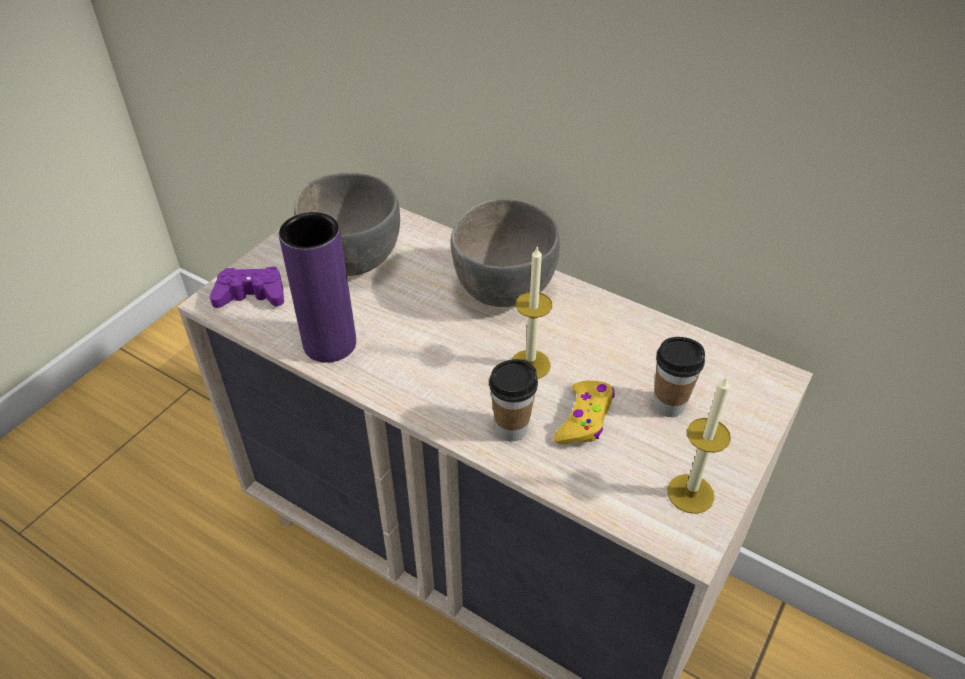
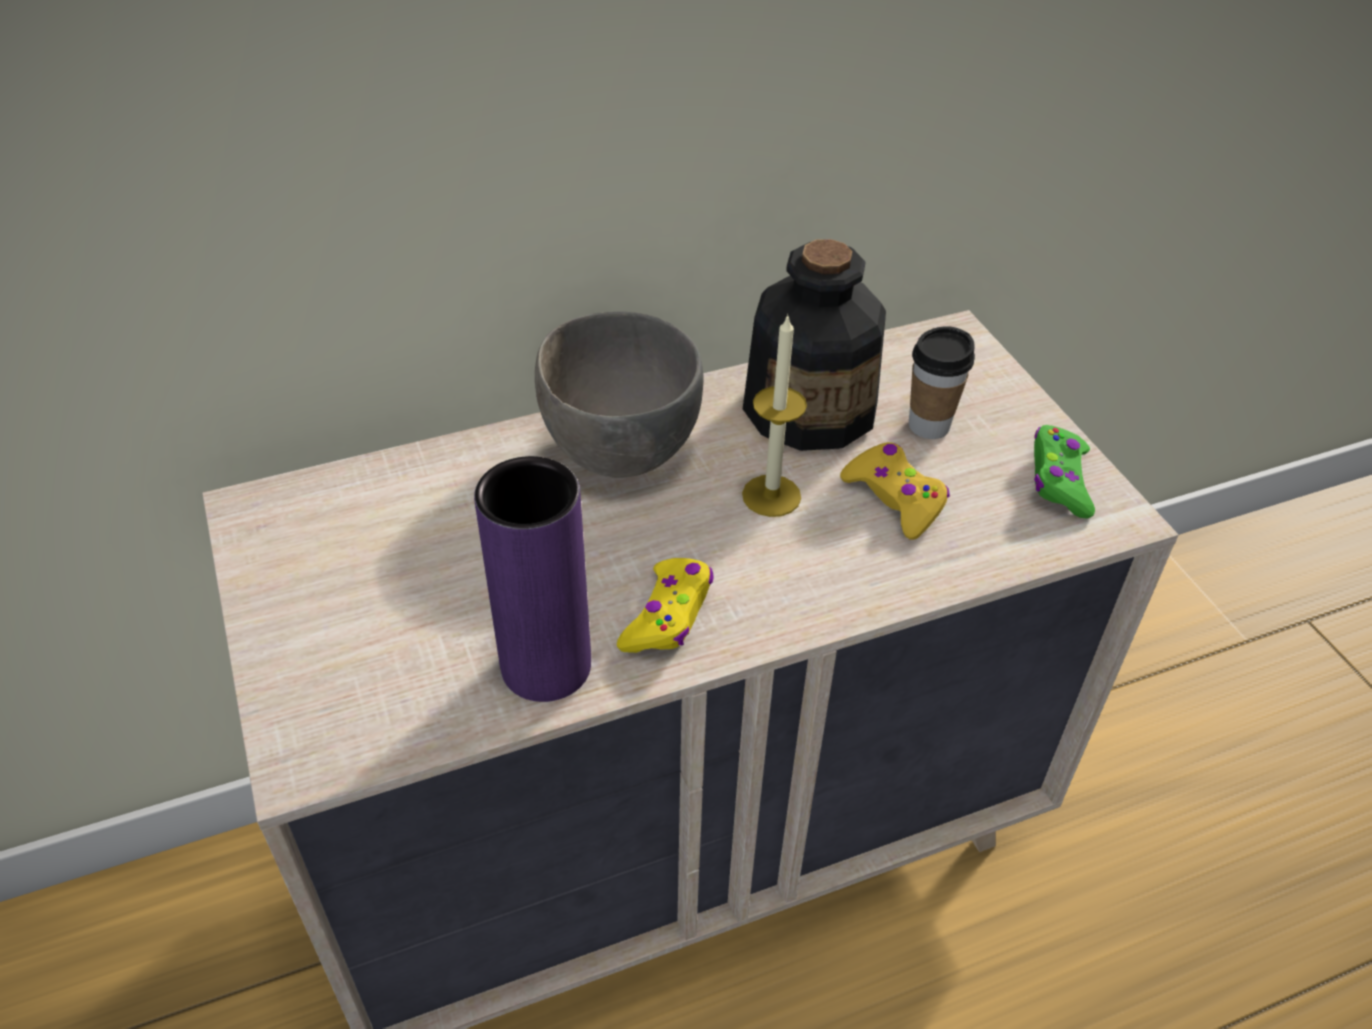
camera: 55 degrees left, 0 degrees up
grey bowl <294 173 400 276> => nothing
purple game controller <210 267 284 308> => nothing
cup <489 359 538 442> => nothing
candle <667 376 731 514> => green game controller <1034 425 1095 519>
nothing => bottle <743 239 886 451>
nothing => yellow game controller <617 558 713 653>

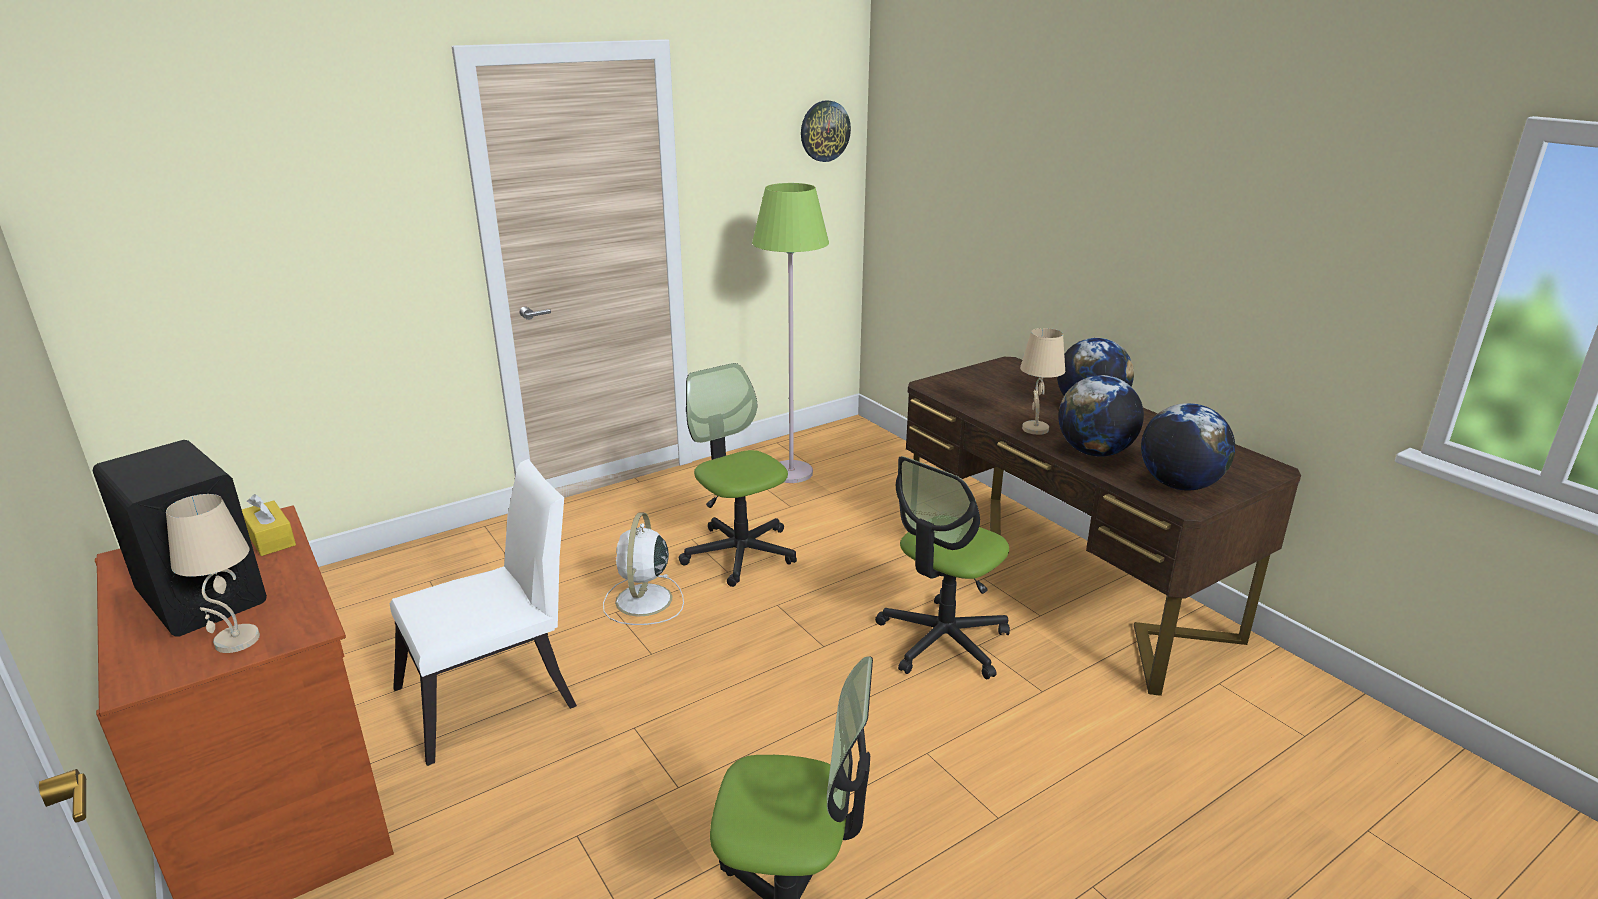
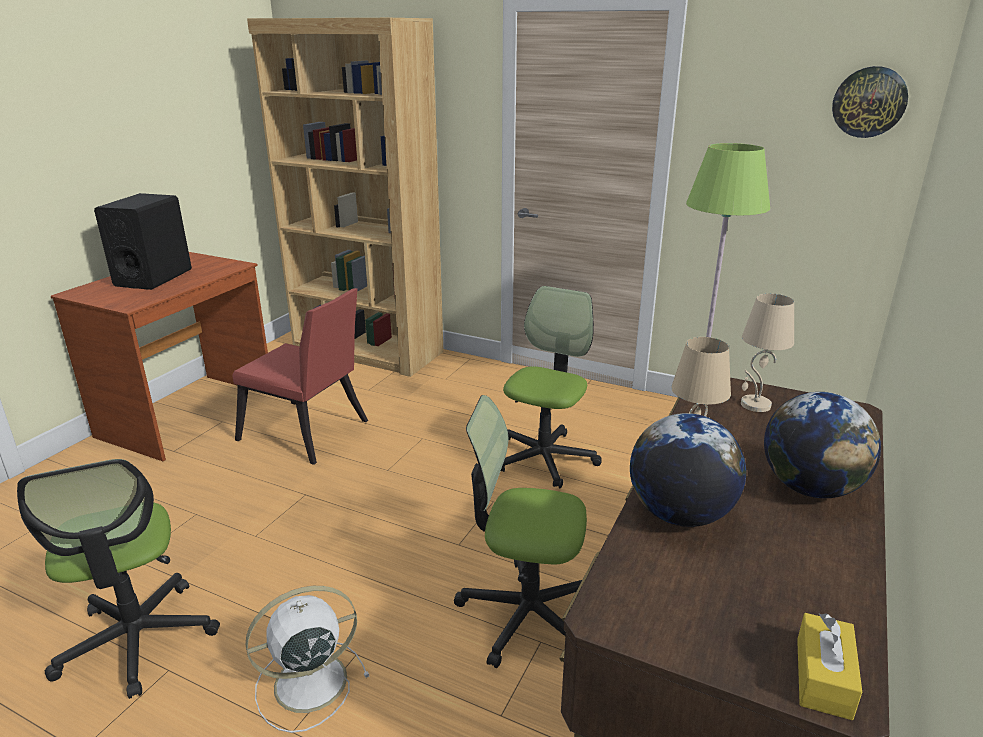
camera: 60 degrees right, 0 degrees up
globe <1141 403 1235 491> => nothing
white chair <390 459 577 766> => red chair <232 288 368 465>
beige table lamp <166 494 260 653> => beige table lamp <741 293 794 412>, relocated
yellow tissue box <242 494 296 556> => yellow tissue box <797 613 862 720>, relocated
white fan <603 512 684 625> => white fan <246 586 370 733>, relocated
nothing => brown bookcase <247 18 444 377>

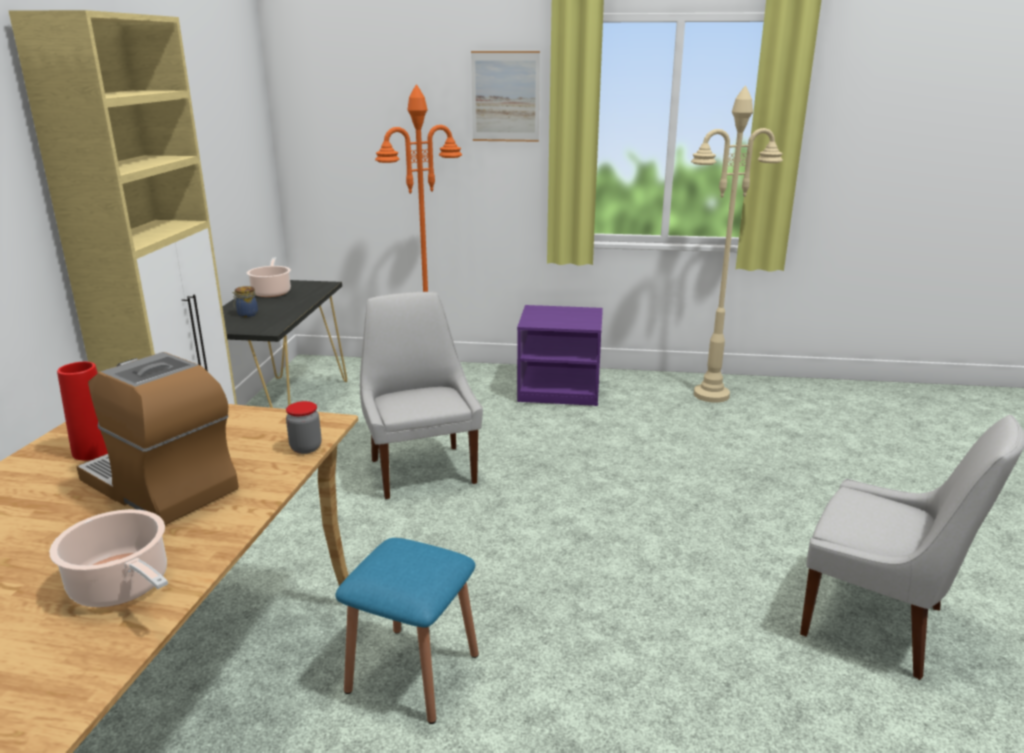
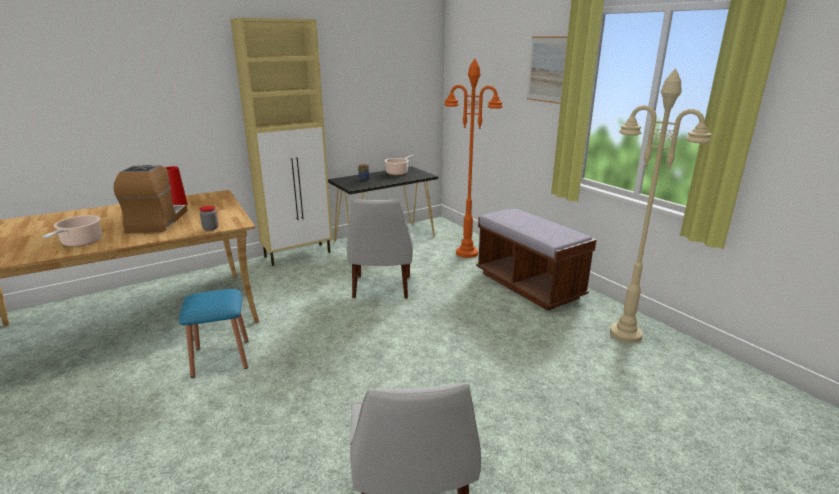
camera: 50 degrees right, 0 degrees up
white chair <360 292 483 499> => white chair <347 199 414 299>, 150 degrees clockwise
purple nightstand <517 305 603 406> => brown bench <476 209 596 311>

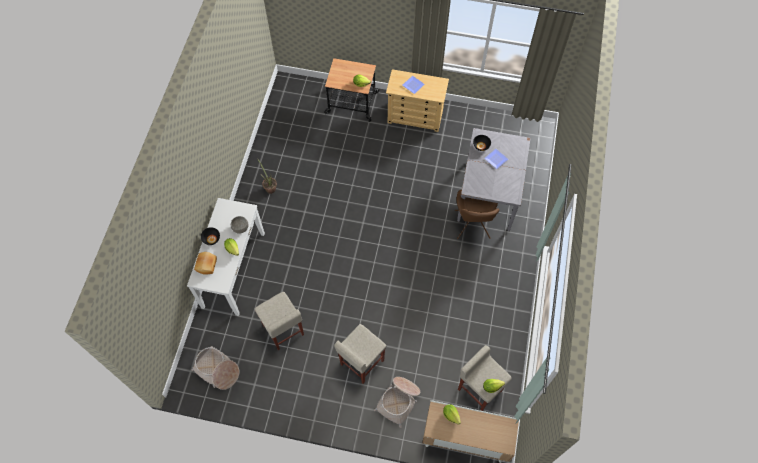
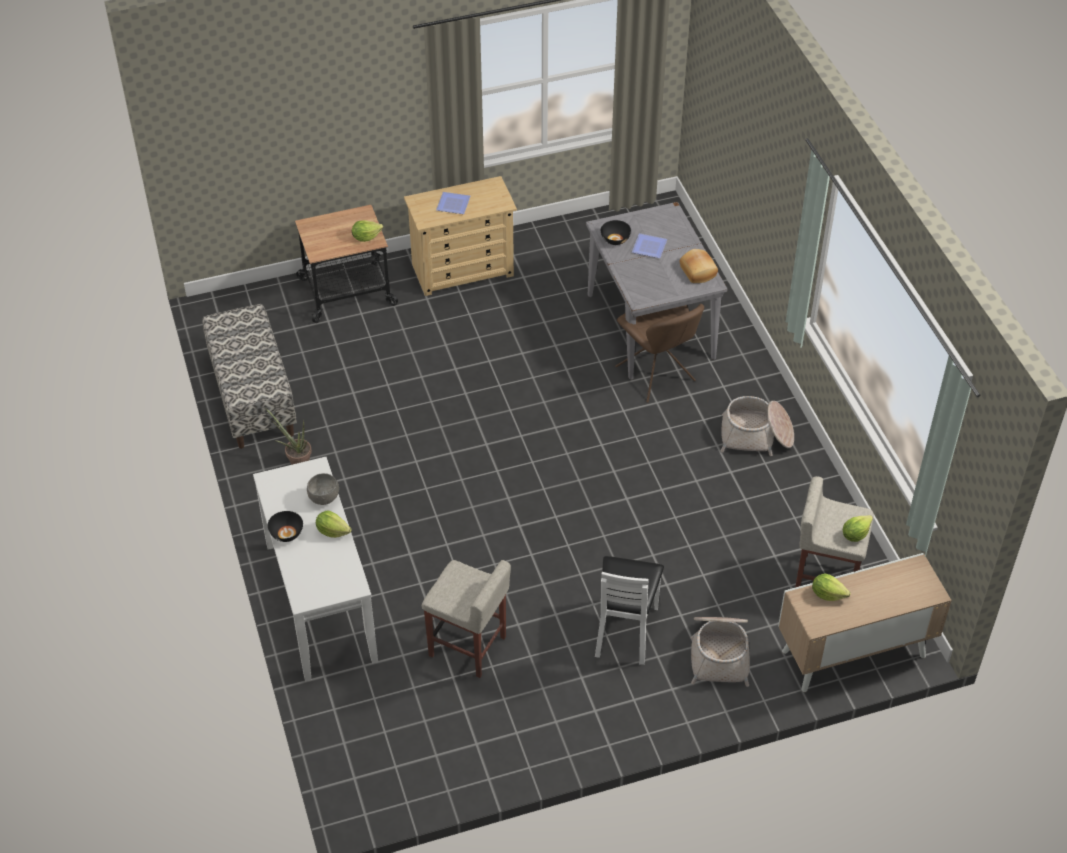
camera: 30 degrees left, 15 degrees down
bread <194 252 217 275> => bread <680 249 718 283>, relocated
beige stool <334 324 386 384> => white chair <595 556 664 665>
basket <192 346 240 390> => basket <721 396 794 456>, relocated
nothing => bench <202 304 297 449>

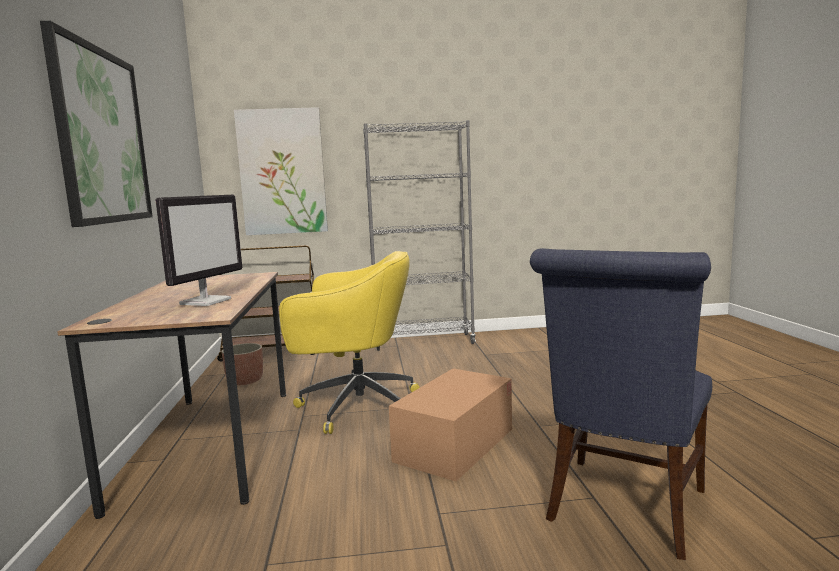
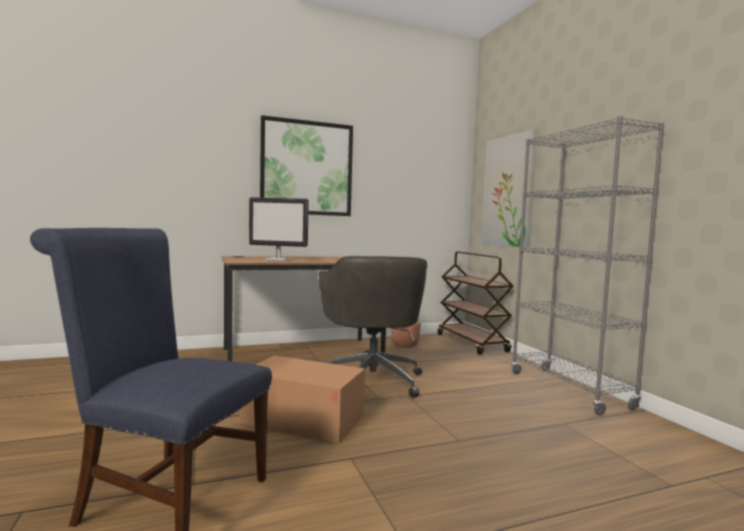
camera: 75 degrees right, 5 degrees down
yellow office chair <279 251 420 434> => grey office chair <319 256 427 398>

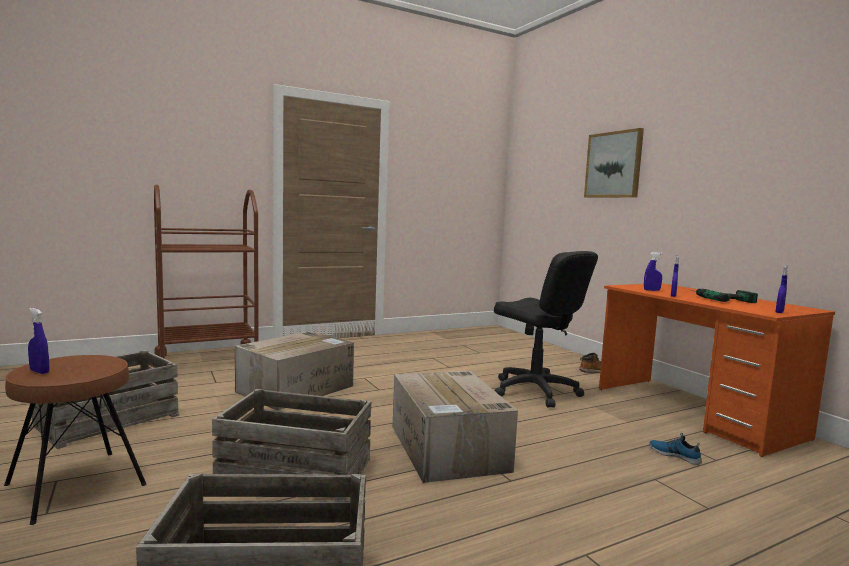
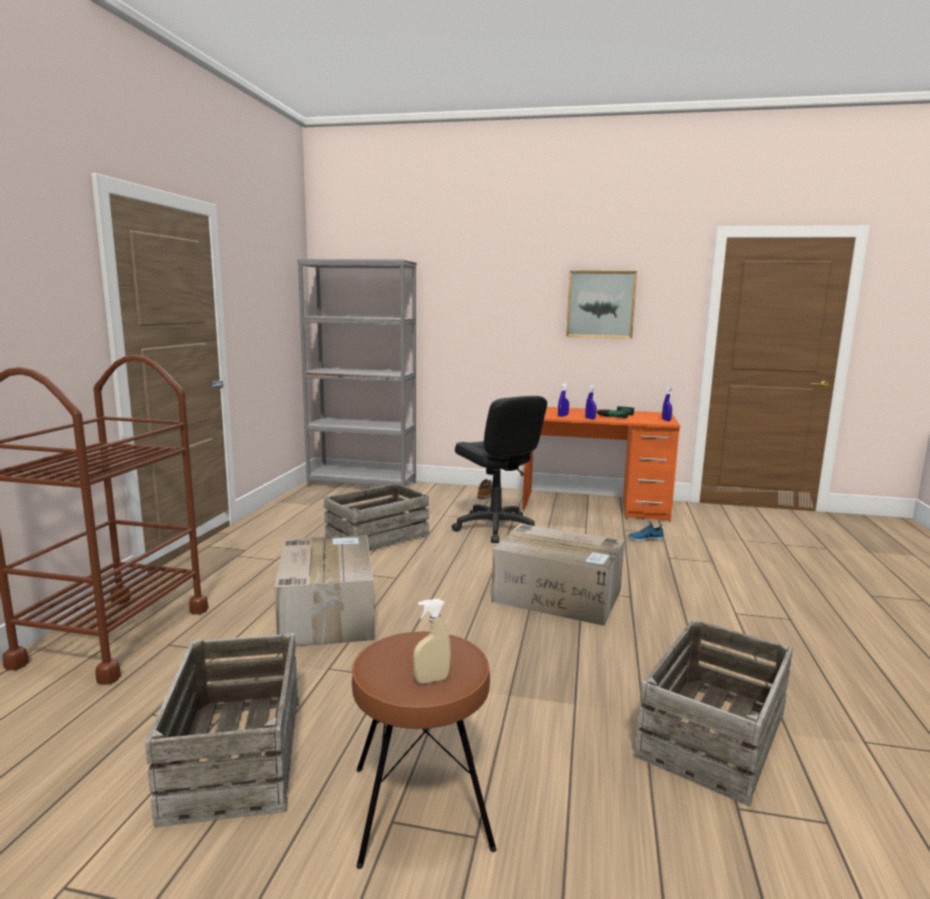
camera: 50 degrees left, 5 degrees up
picture <584 128 644 198> => picture <566 271 637 339>, relocated
black office chair <494 251 598 408> => black office chair <452 396 547 543>, 60 degrees clockwise
blue spray bottle <28 308 49 374> => beige spray bottle <413 599 451 684>
crate <212 389 371 500> => crate <324 483 429 551>, relocated
nothing => grey bookcase <297 259 417 486>

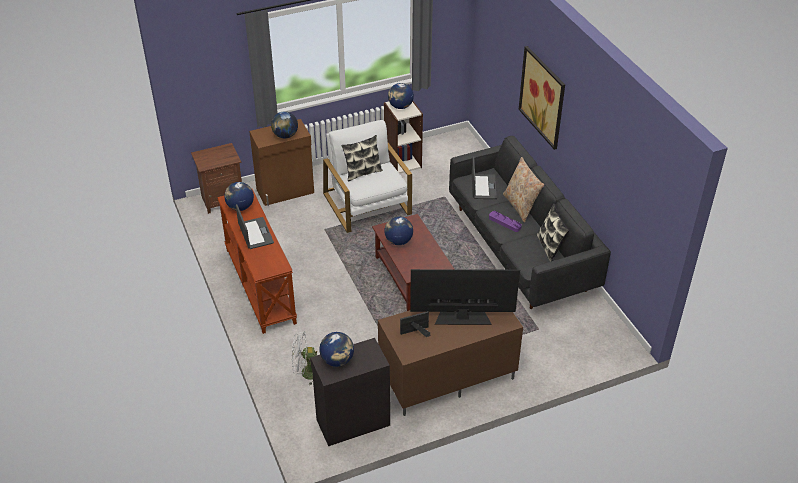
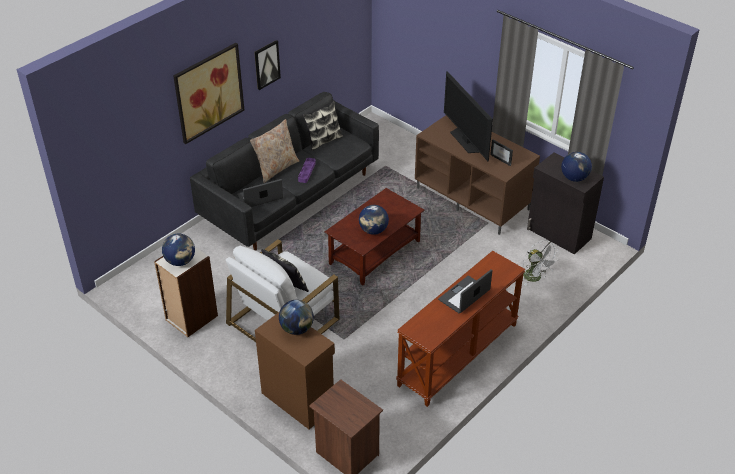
camera: 115 degrees left, 0 degrees up
globe <224 182 254 211> => nothing
nothing => picture <254 40 281 90>

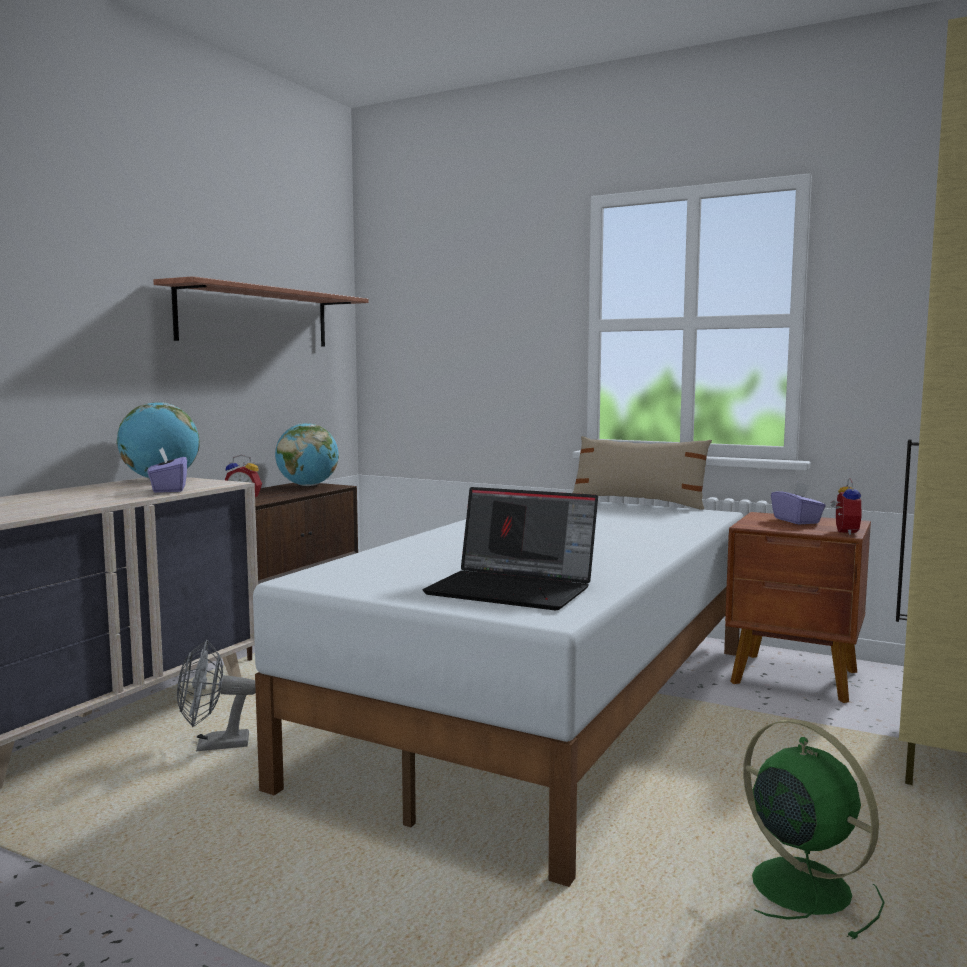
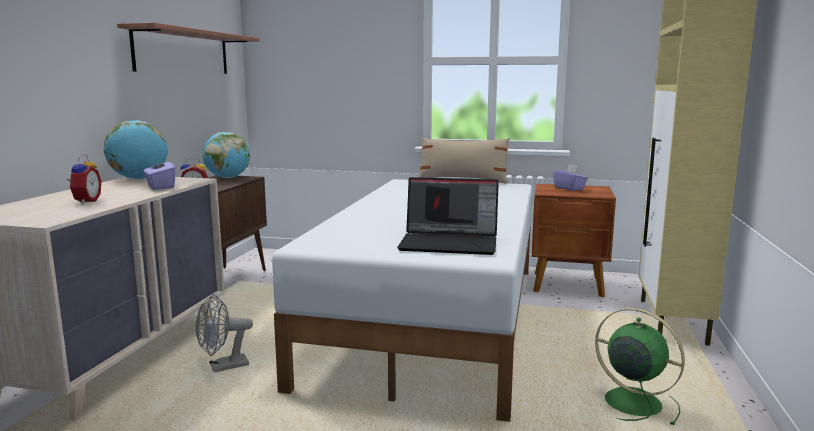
camera: 15 degrees left, 5 degrees up
alarm clock <830 478 862 535> => alarm clock <67 154 101 204>, relocated

